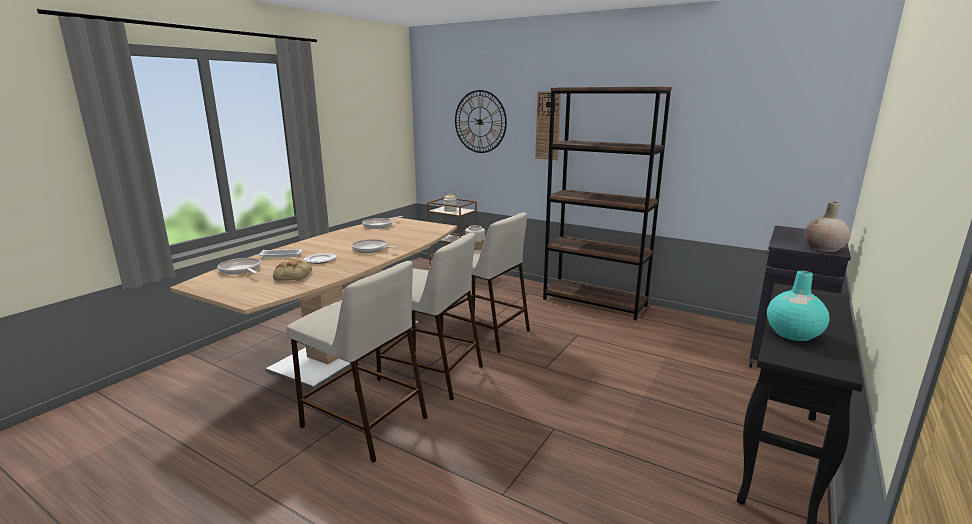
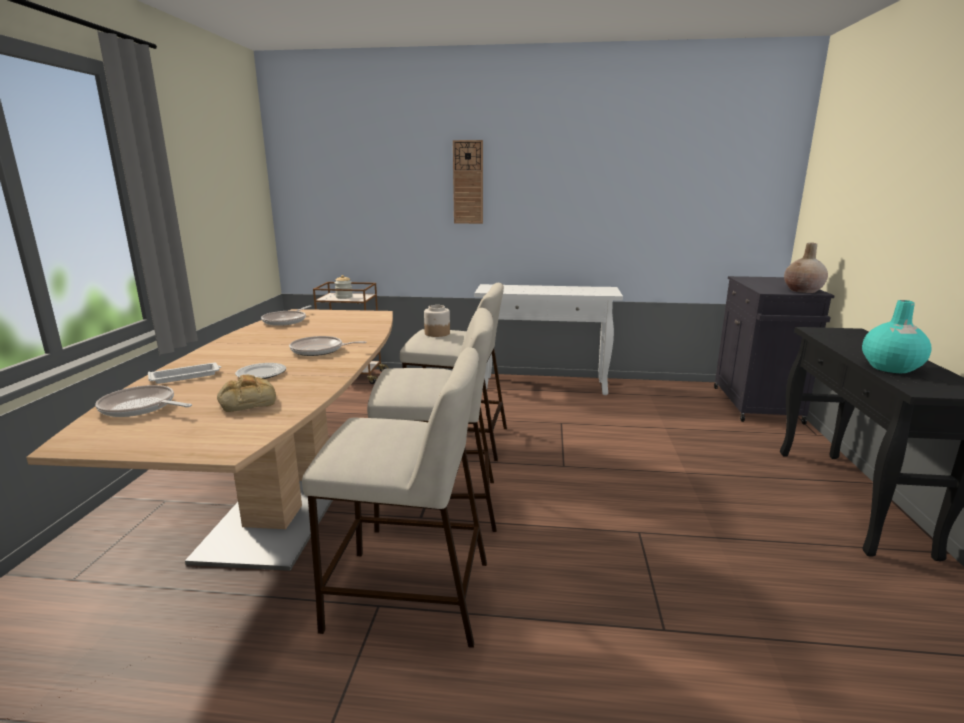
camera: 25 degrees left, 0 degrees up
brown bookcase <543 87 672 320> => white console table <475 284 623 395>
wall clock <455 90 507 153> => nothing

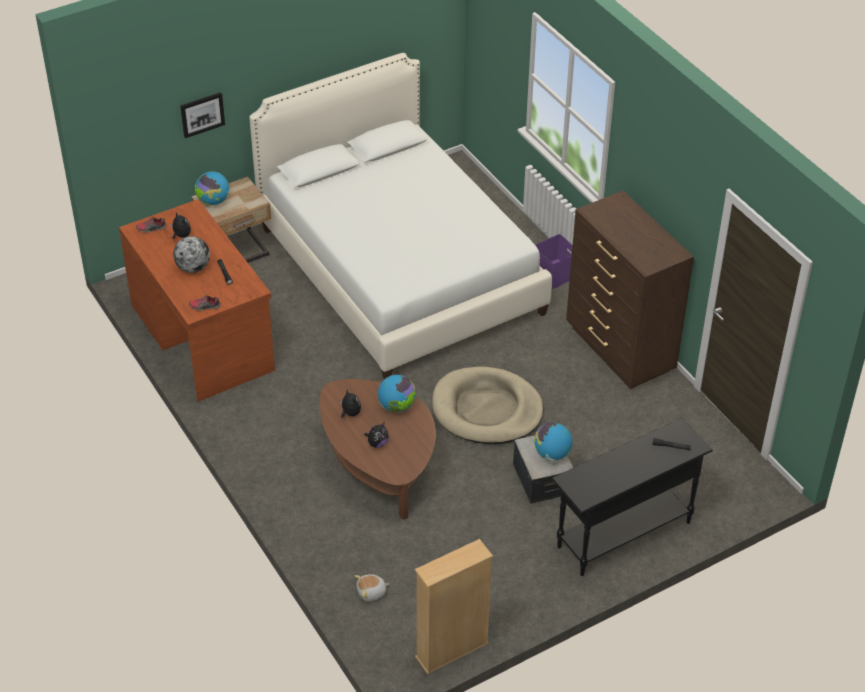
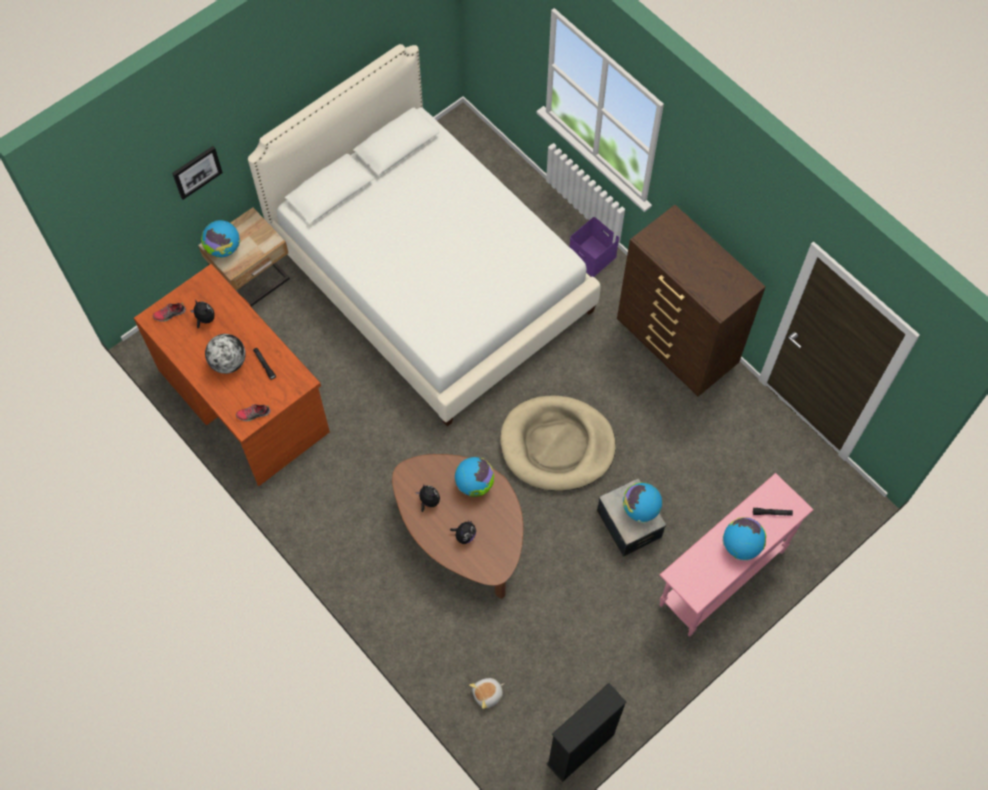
camera: 10 degrees left, 20 degrees up
black console table <551 418 713 576> => pink console table <660 473 814 636>
beige bookcase <415 539 493 674> => black bookcase <546 683 627 782>
nothing => globe <723 517 766 561>

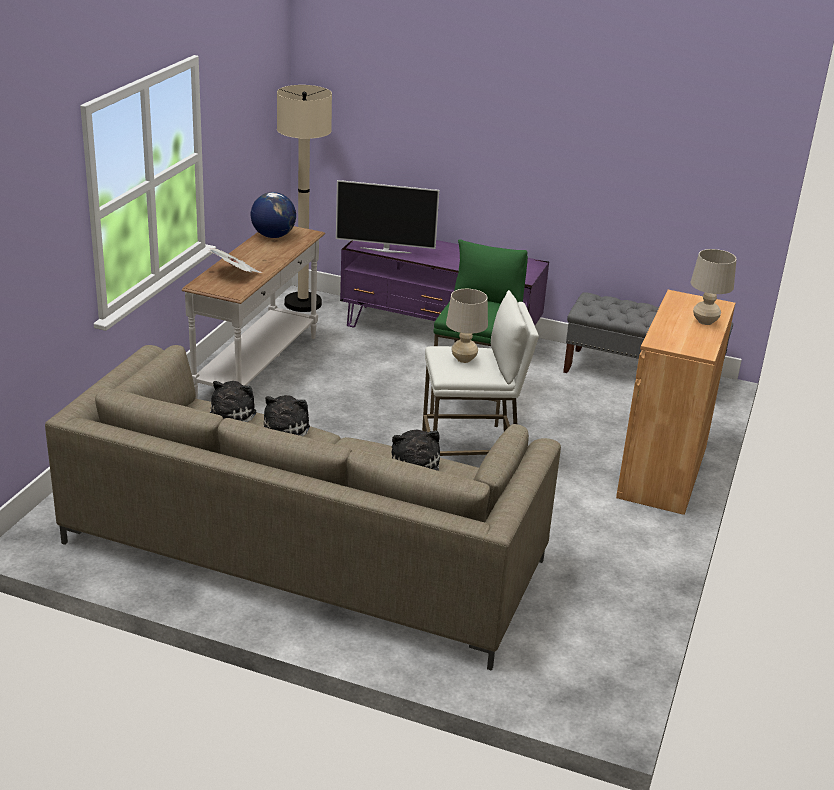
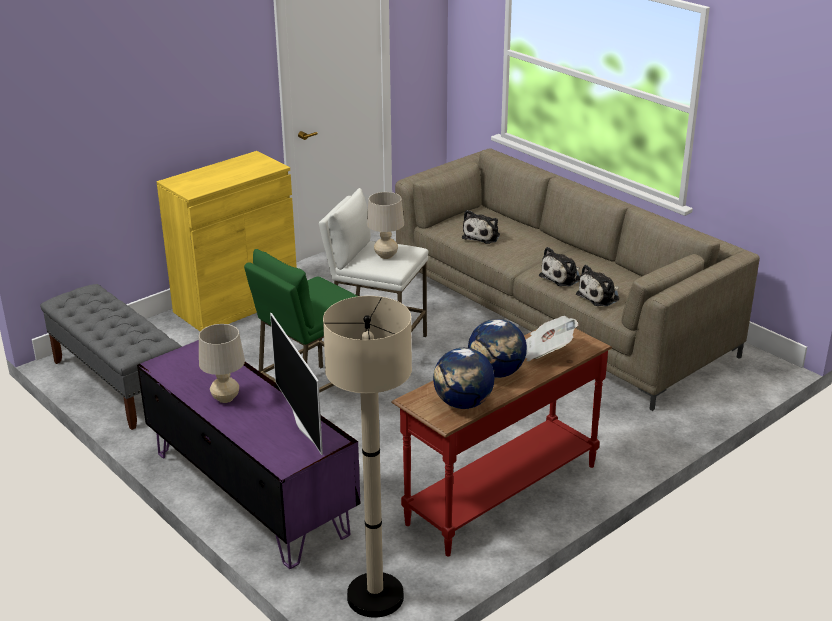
camera: 150 degrees left, 0 degrees up
television <336 180 439 253> => television <270 313 323 455>, 150 degrees counterclockwise
white console table <182 226 325 399> => red console table <391 328 612 556>
beige table lamp <691 249 737 325> => beige table lamp <199 324 245 403>, relocated
brown cabinet <616 290 735 515> => yellow cabinet <157 151 297 331>
nothing => globe <468 319 527 378>

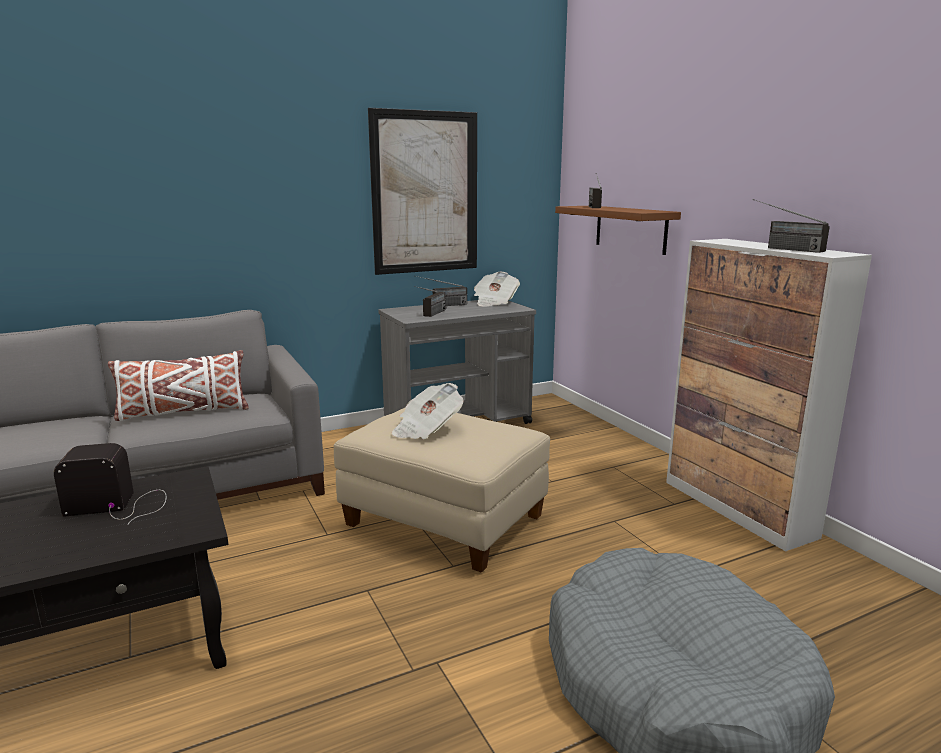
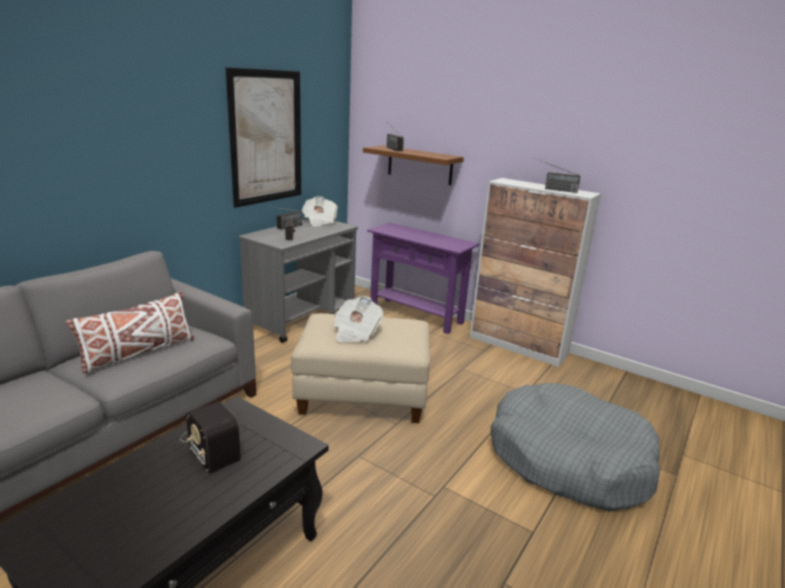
camera: 30 degrees left, 5 degrees up
radio <54 443 167 525> => radio <180 401 241 474>, 90 degrees counterclockwise
nothing => purple console table <367 223 479 334>

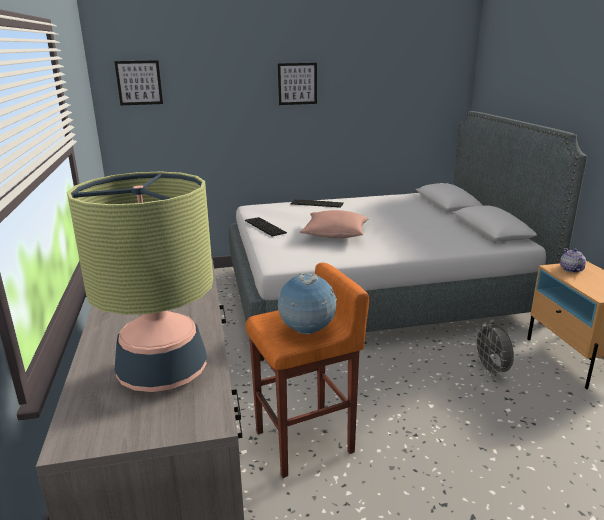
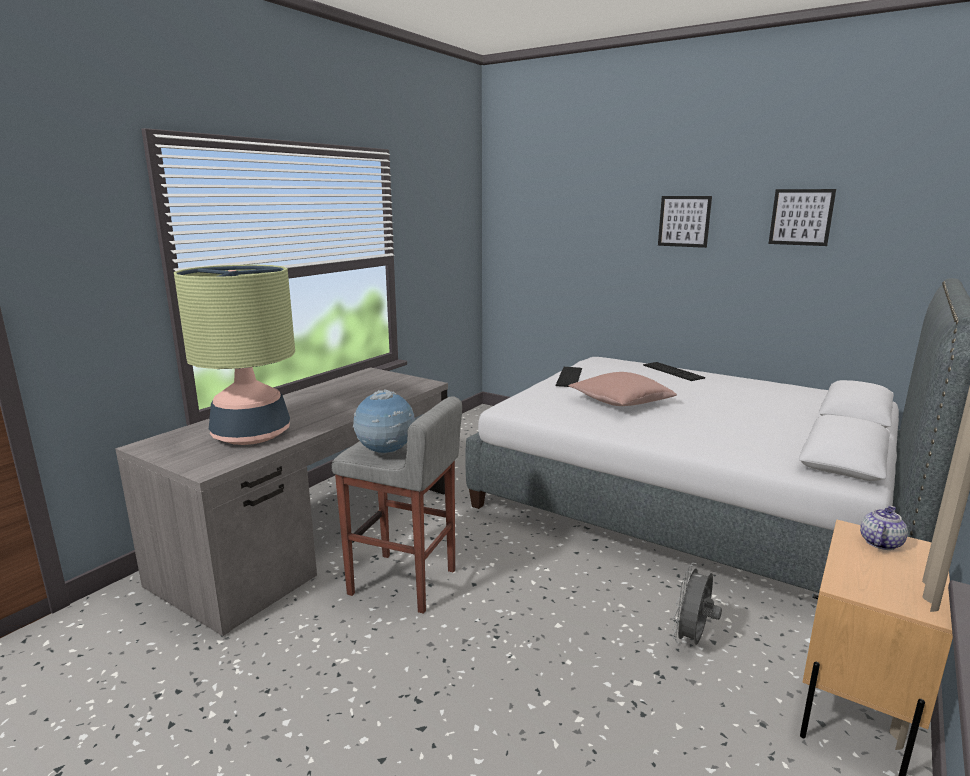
camera: 45 degrees right, 5 degrees down
picture <114 60 163 105> => picture <769 189 836 246>, relocated
orange stool <246 262 370 478> => grey stool <331 396 462 614>

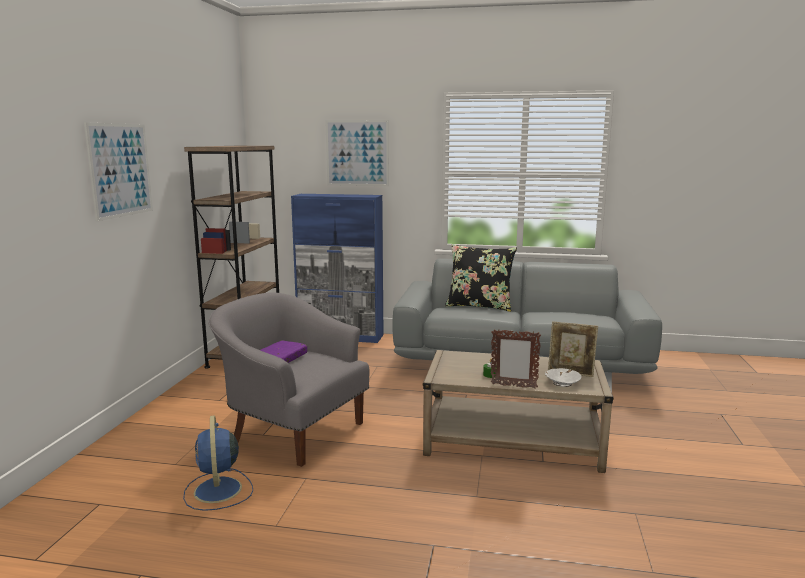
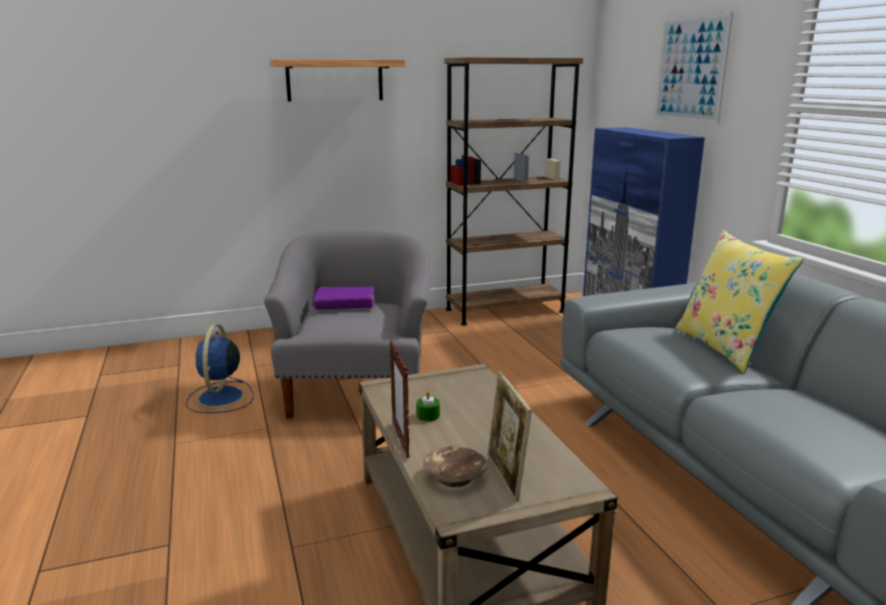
camera: 60 degrees right, 5 degrees up
picture <84 122 153 221> => shelf <269 59 405 102>
black pillow <445 244 517 312> => yellow pillow <676 230 803 373>
white bowl <545 368 581 387> => brown bowl <423 446 487 487>
blue fan <183 415 253 511> => blue fan <186 324 254 413>, 45 degrees counterclockwise

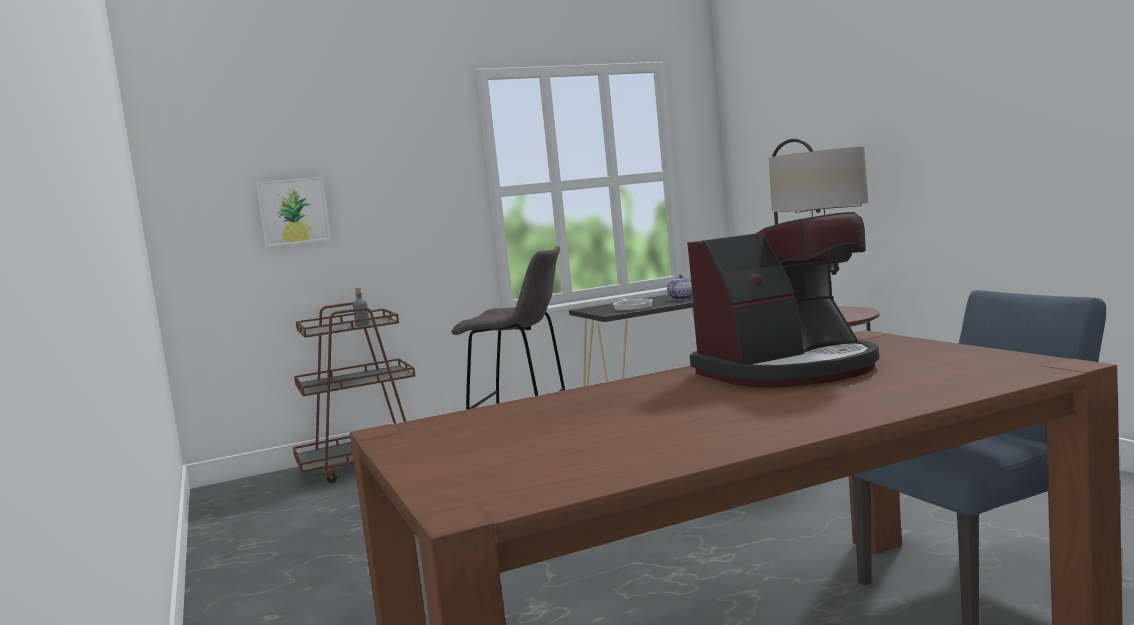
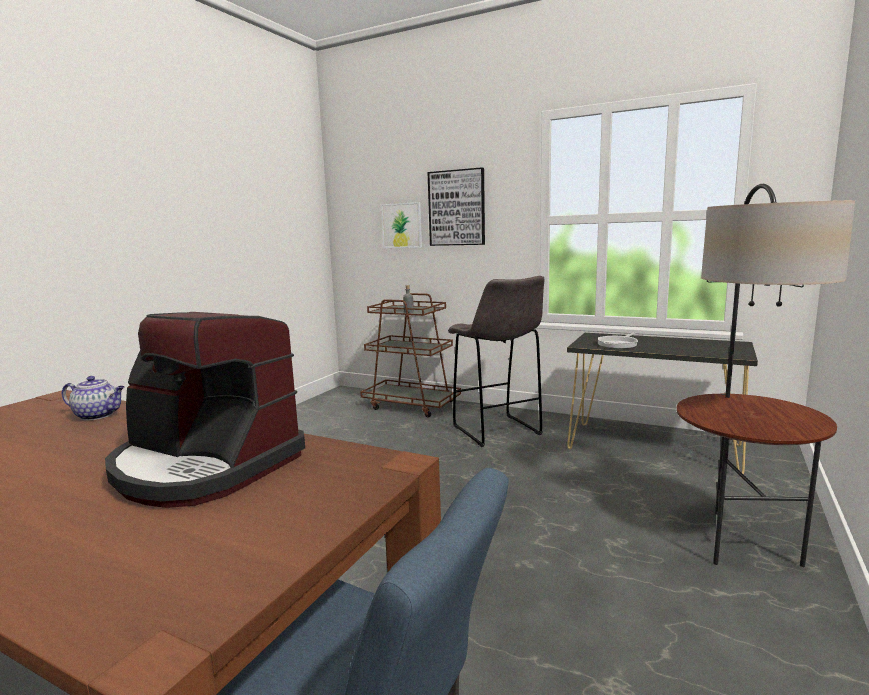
camera: 50 degrees right, 5 degrees up
teapot <667 275 693 300> => teapot <61 376 125 420>, relocated
nothing => picture <428 167 485 246>

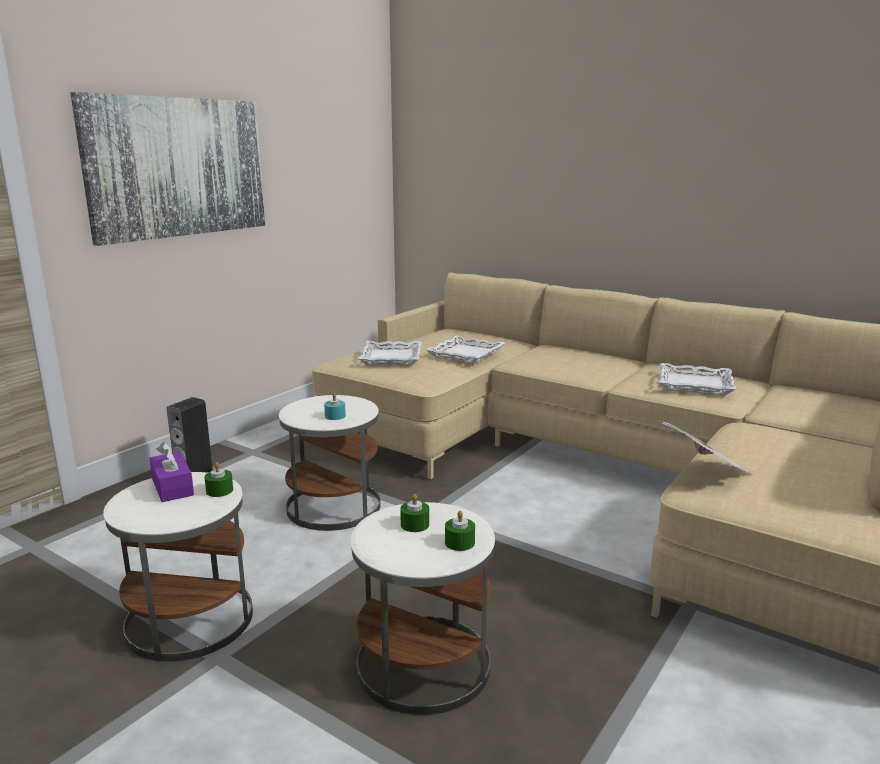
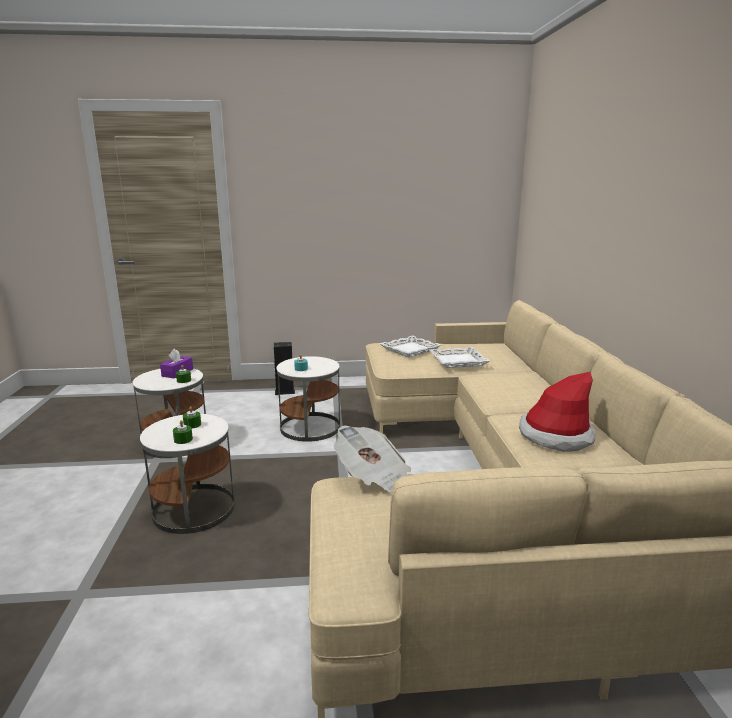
camera: 50 degrees right, 0 degrees up
picture <70 92 265 246> => nothing
white tray <659 363 736 395> => hat <519 372 595 452>

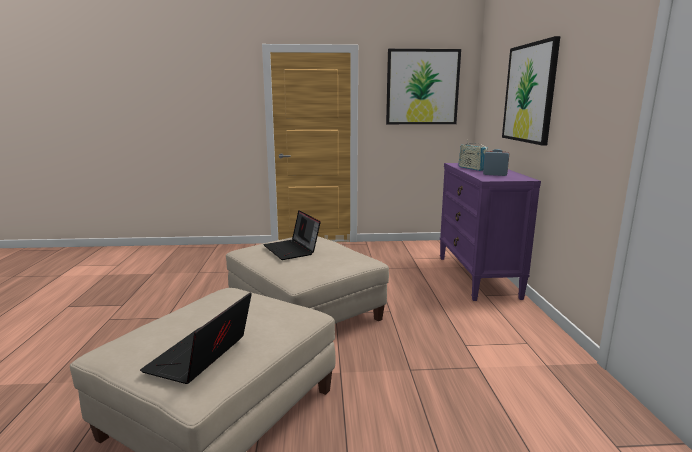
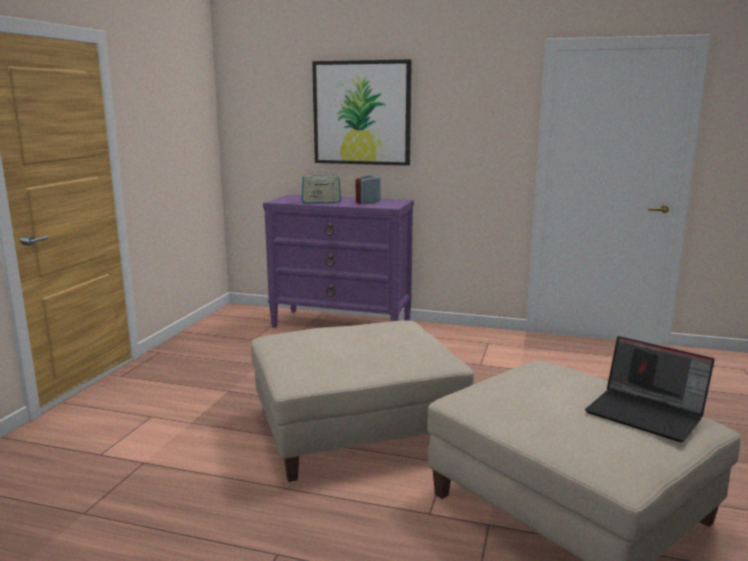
camera: 70 degrees left, 0 degrees up
picture <386 49 461 124> => nothing
laptop <263 210 321 260> => nothing

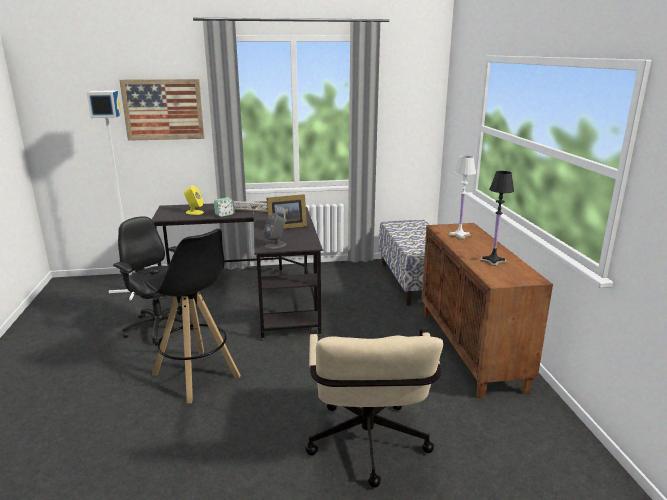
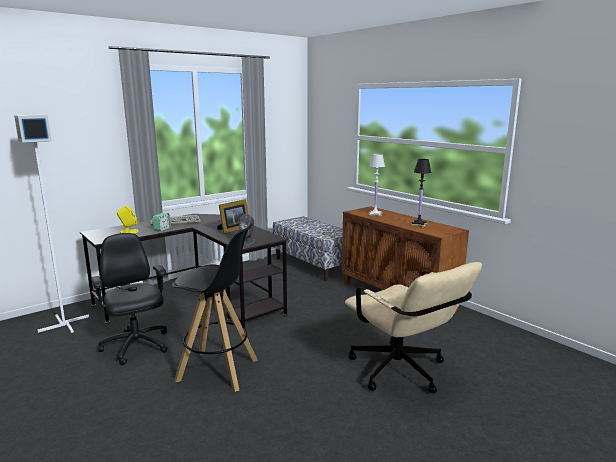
camera: 30 degrees left, 5 degrees down
picture <120 79 204 141> => nothing
black office chair <113 216 194 346> => black office chair <91 233 168 365>, 45 degrees clockwise

